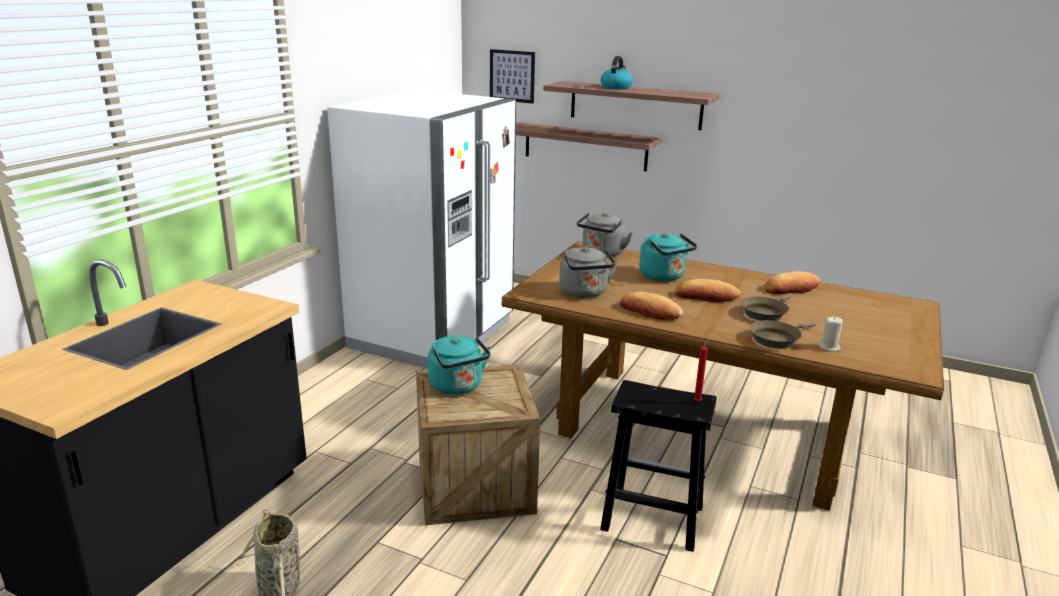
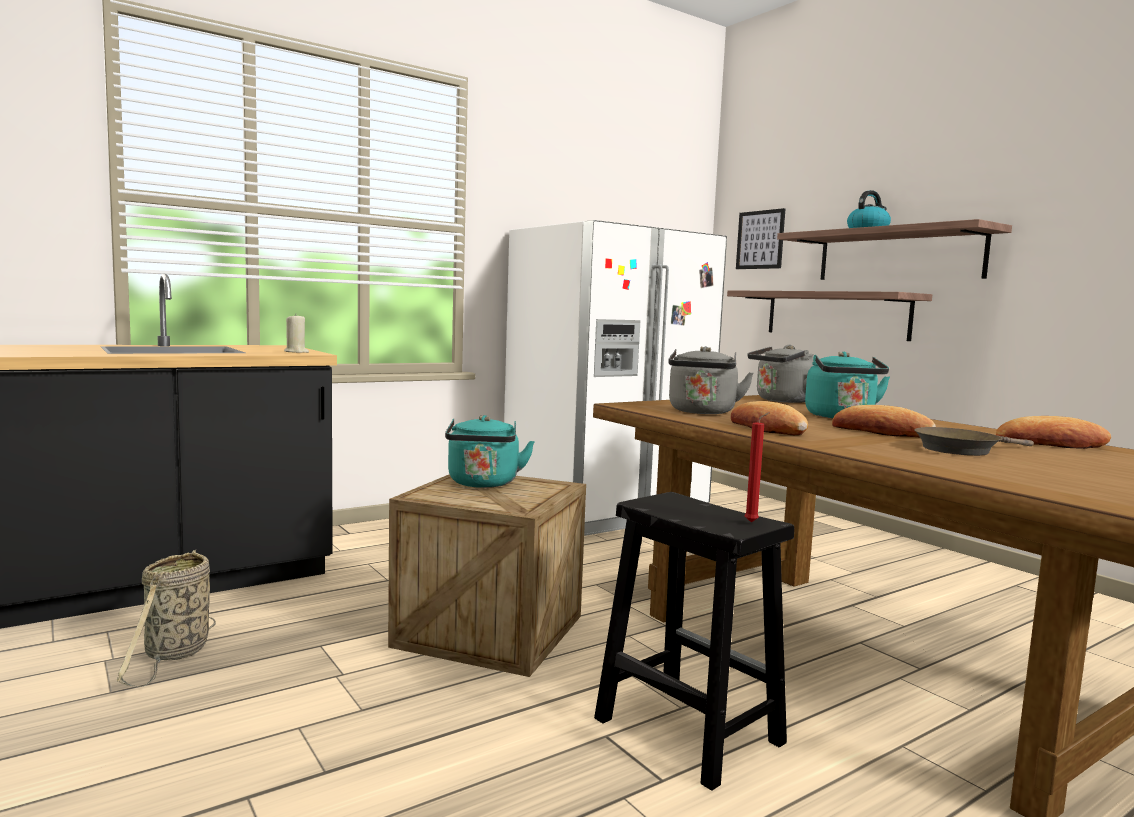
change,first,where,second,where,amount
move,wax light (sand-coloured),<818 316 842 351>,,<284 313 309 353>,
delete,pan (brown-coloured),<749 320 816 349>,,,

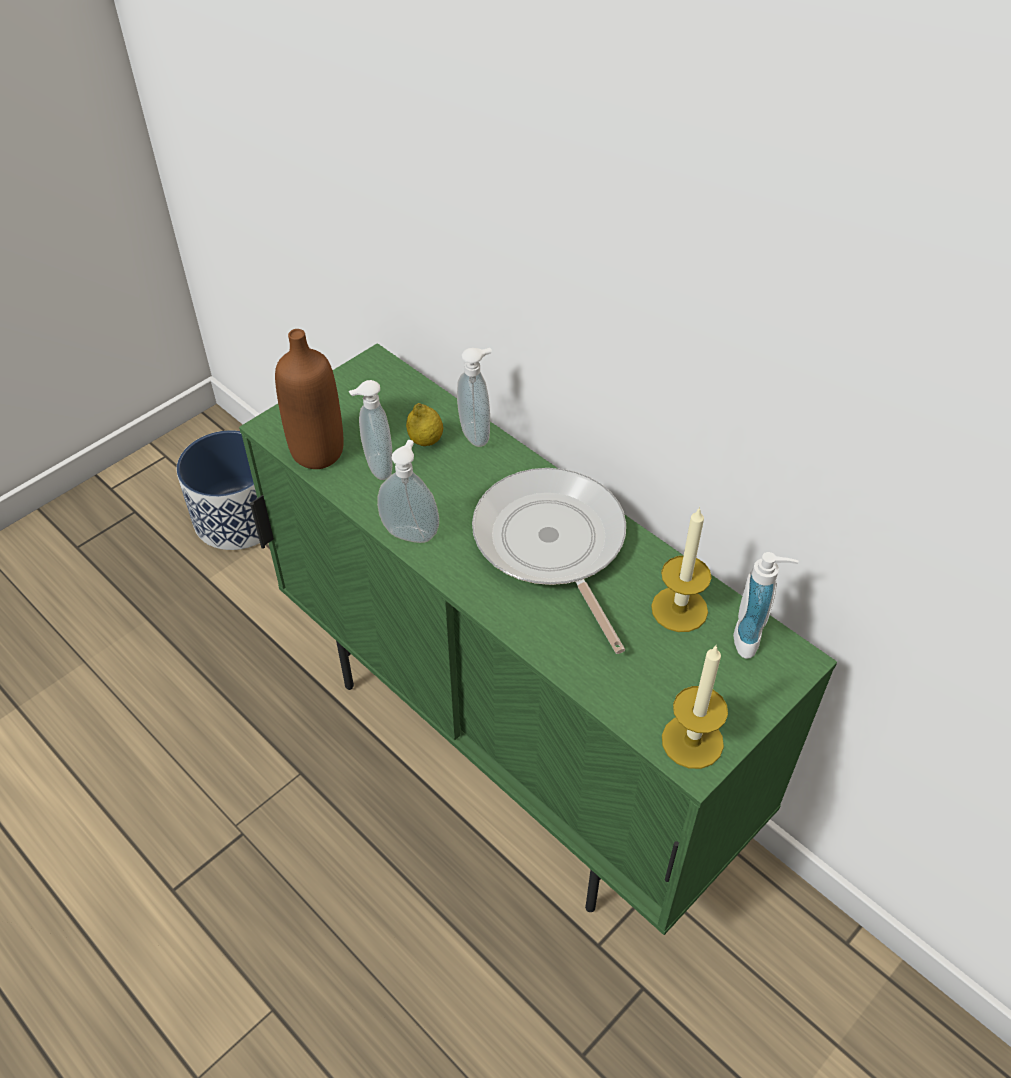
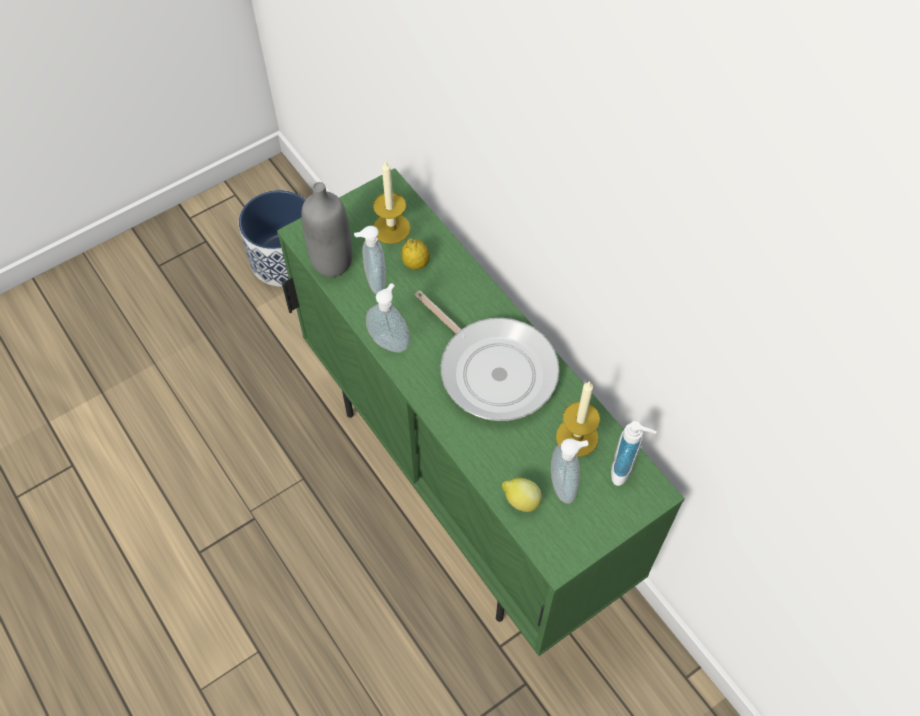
change,first,where,second,where,amount
recolor,bottle (brown-coloured),<275 329 344 469>,bottle (grey),<301 182 352 277>,
move,soap dispenser,<457 348 492 447>,,<551 438 589 504>,
rotate,pan,<472 468 626 654>,,<415 291 559 421>,150 degrees clockwise
move,wax light,<662 644 728 769>,,<373 160 411 244>,
insert,,,whole lemon,<502 478 542 512>,

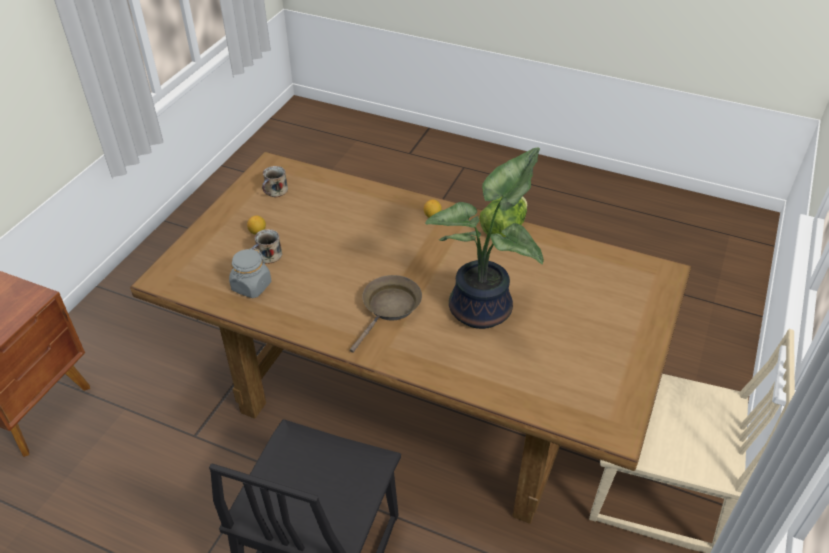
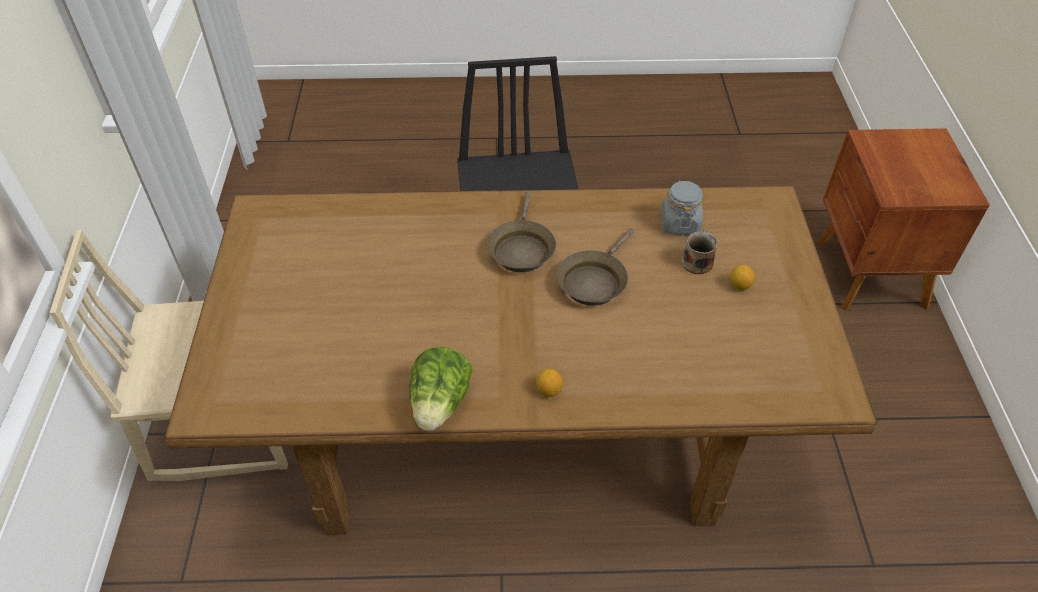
change,first,where,second,where,amount
delete,plant in a pot,<425 147 544 329>,,,
delete,coffee mug,<262 166 288 197>,,,
insert,,,pan (brown-coloured),<557 228 634 306>,

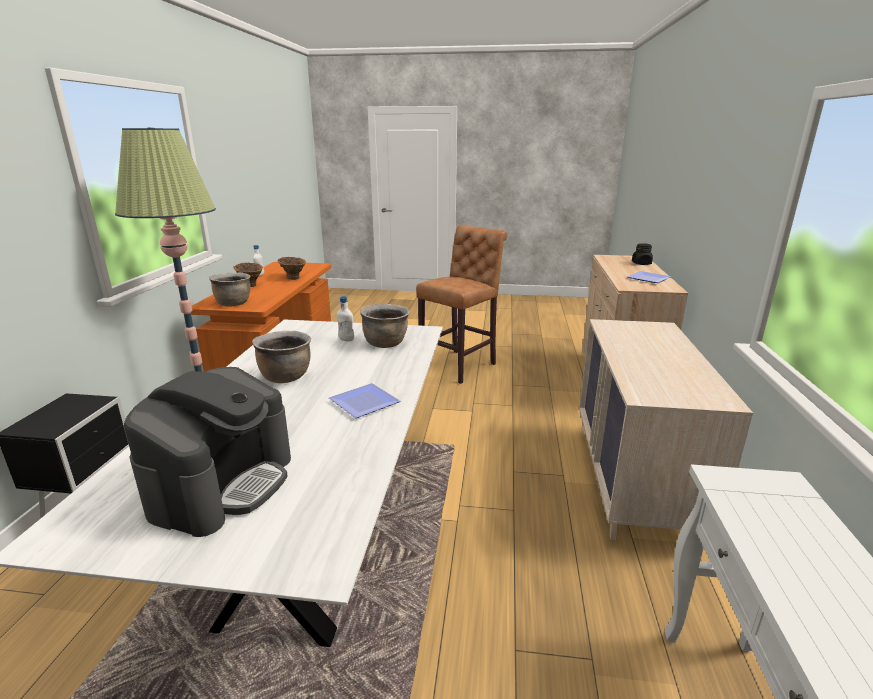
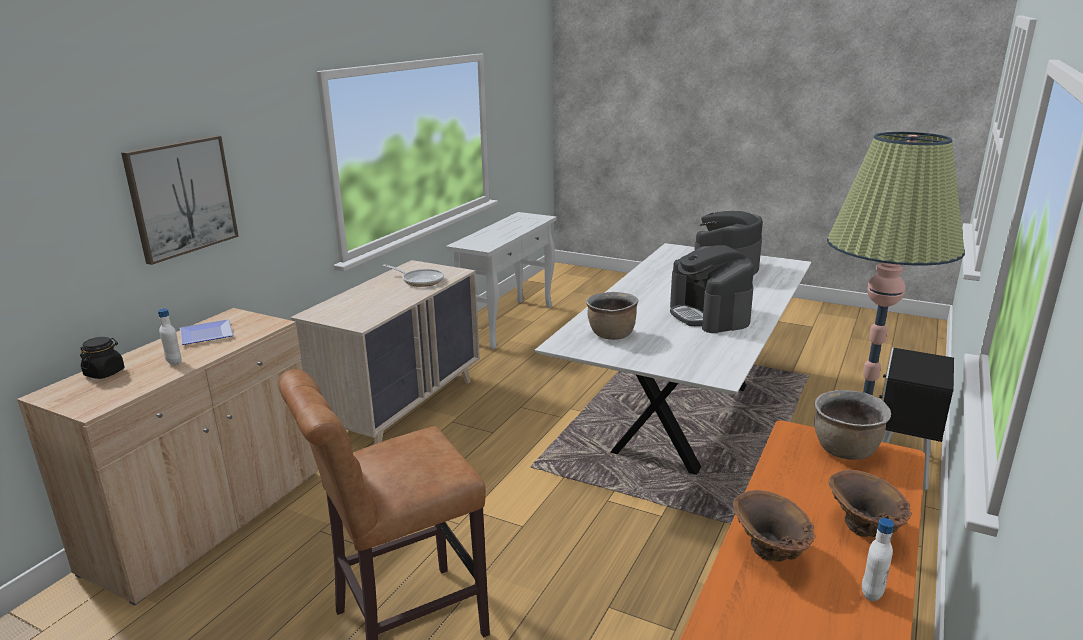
change,first,where,second,where,amount
move,bottle (whitish),<337 296 355 342>,,<158 308 181 365>,
replace,cooking pot (brown-coloured),<252 331 311 383>,coffee brewer,<670 245 754 333>,
delete,flat dish,<329 383 400 418>,,,
insert,,,wall art,<121 136 239 265>,
insert,,,pan,<383 264 444 287>,

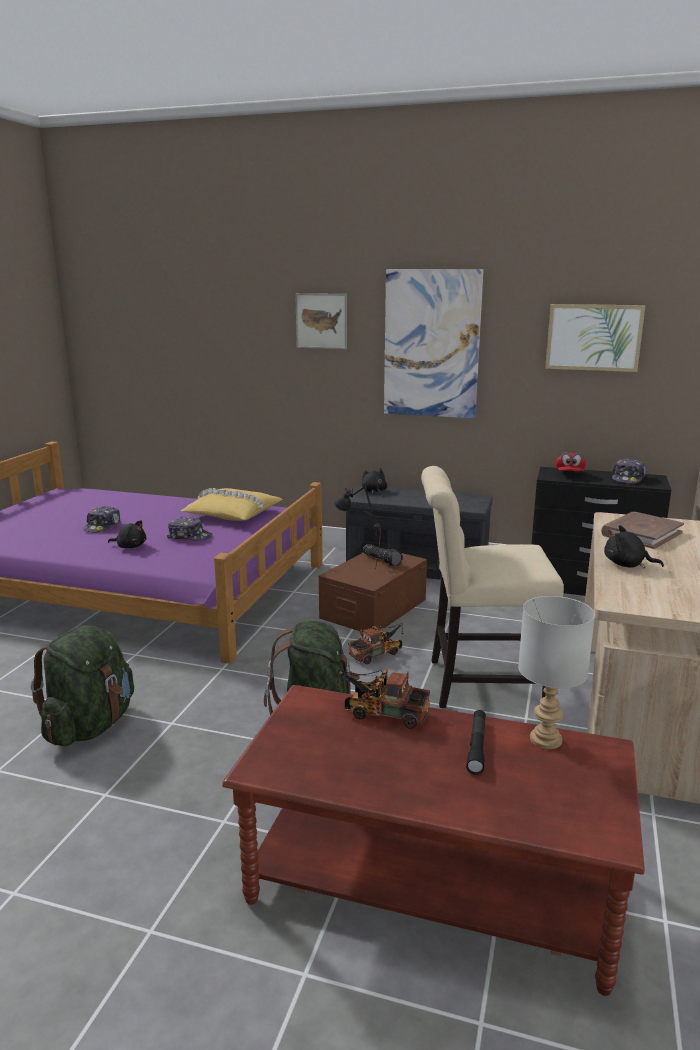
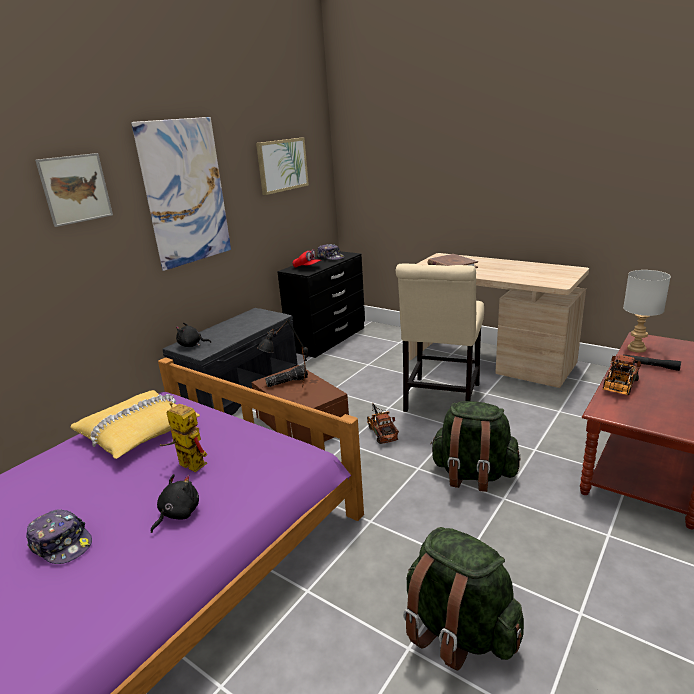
change,first,where,second,where,amount
replace,baseball cap,<167 517 212 541>,toy robot,<160 402 207 472>,
delete,plush toy (blackish),<604 525 664 568>,,,

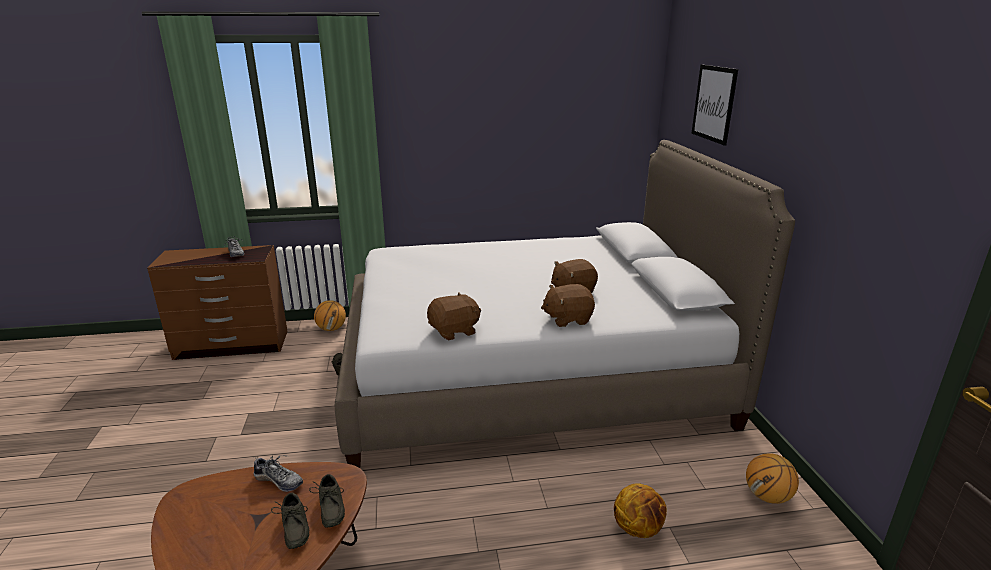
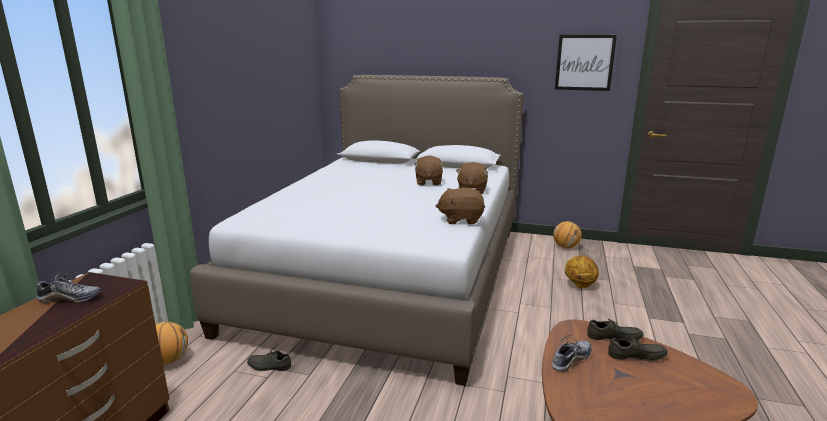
change,first,where,second,where,amount
move,wall art,<691 65 738 146>,,<555 35 617 91>,
rotate,plush toy (brown-coloured),<427 292 481 340>,,<436 188 485 224>,90 degrees counterclockwise

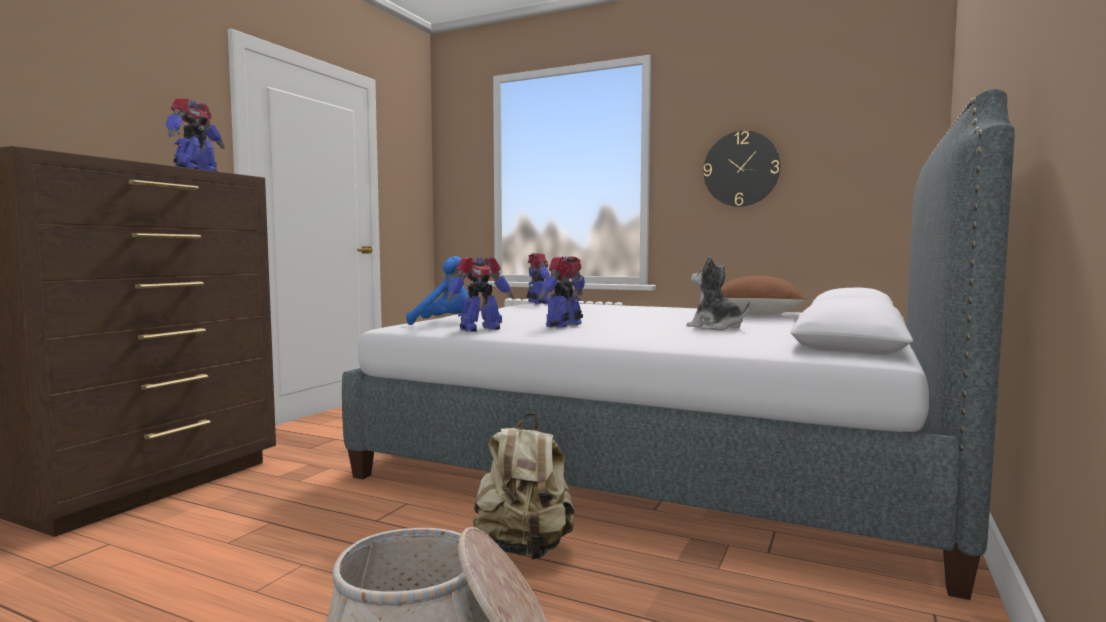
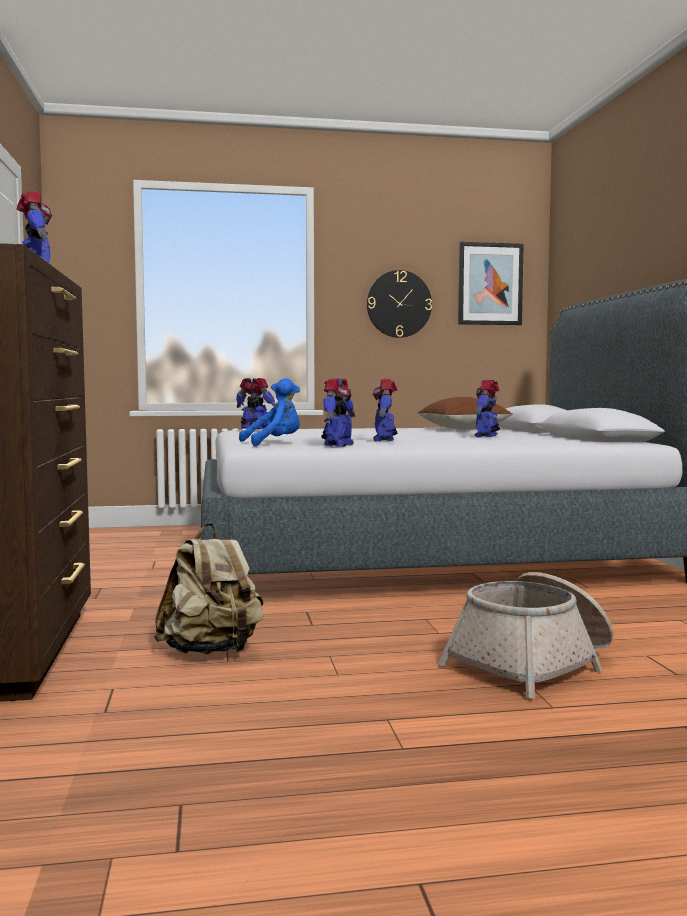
change,first,where,second,where,amount
replace,plush toy,<686 256 750 330>,toy robot,<474 379 500 438>,
move,knapsack (sand-coloured),<473 413 575 559>,,<154 523 264 654>,
insert,,,wall art,<458 242 524 325>,

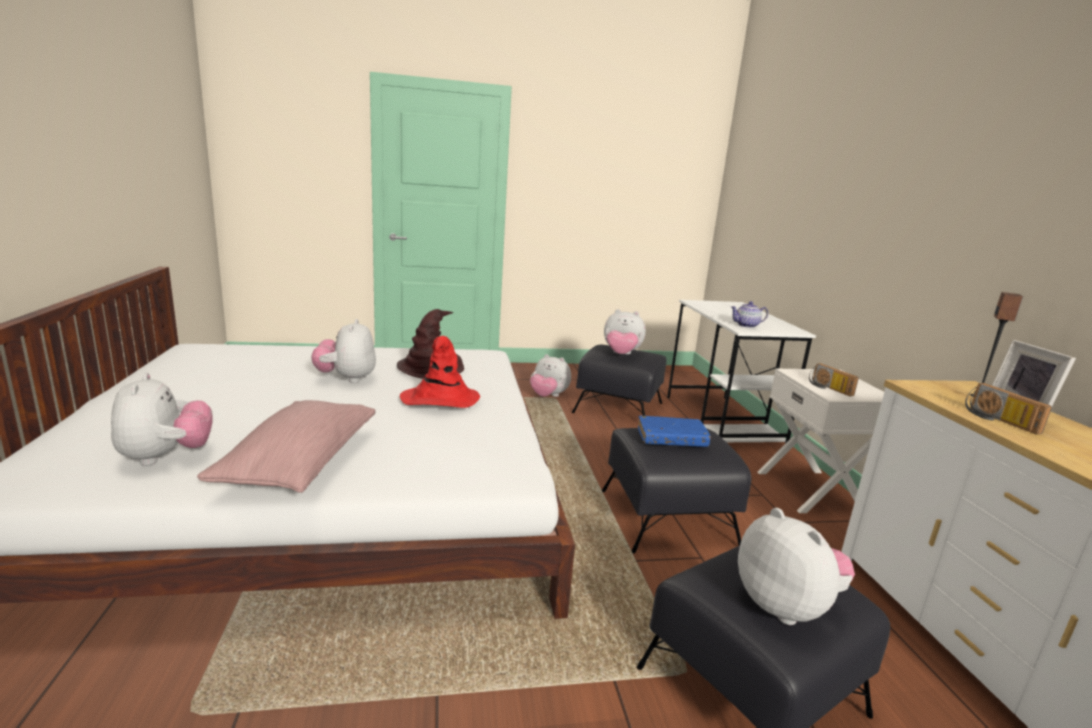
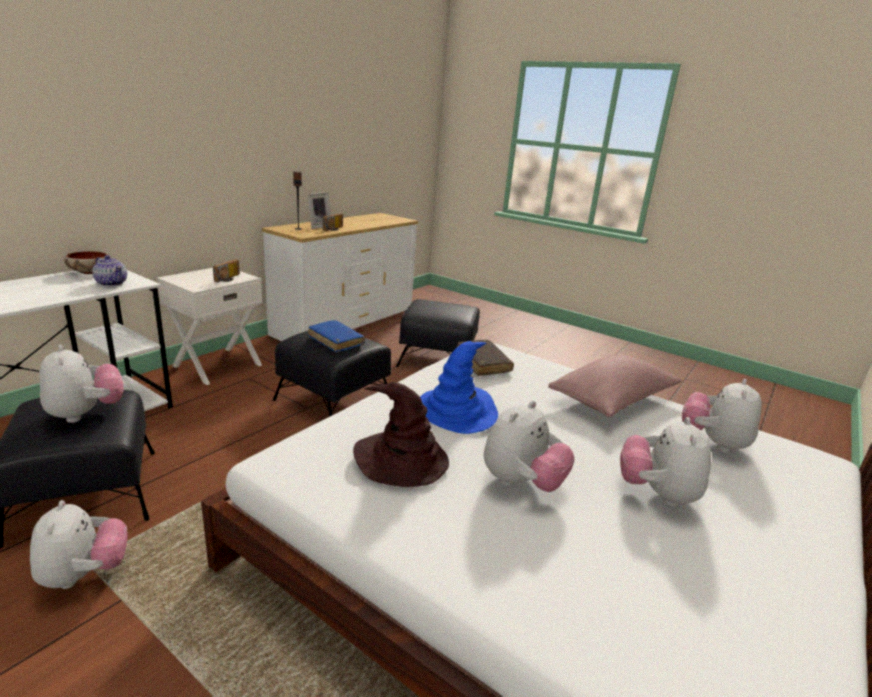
change,first,where,second,where,amount
recolor,clothing hat (red-coloured),<400 336 480 408>,clothing hat (blue),<420 341 498 434>,
move,plush toy,<738 508 855 625>,,<620 417 711 507>,
insert,,,serving bowl,<64 251 107 274>,
insert,,,bound book (brown-coloured),<457 340 514 376>,

